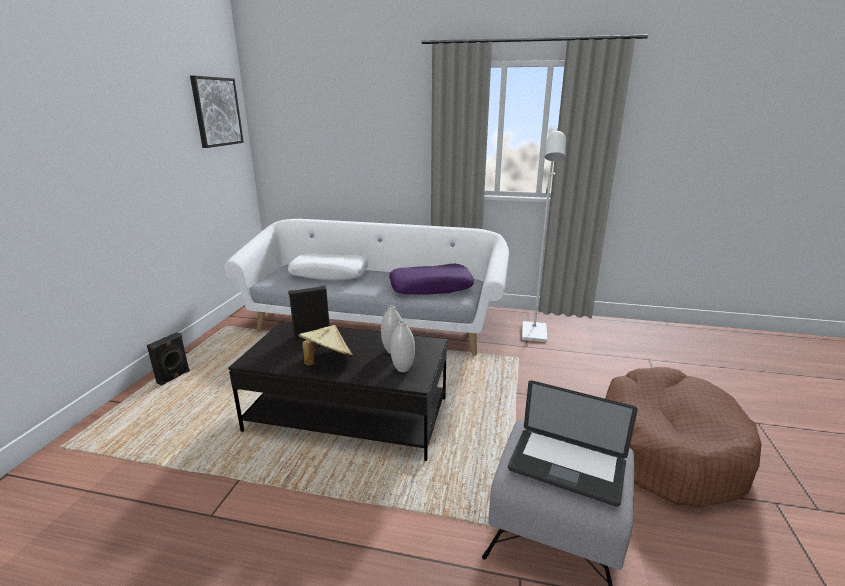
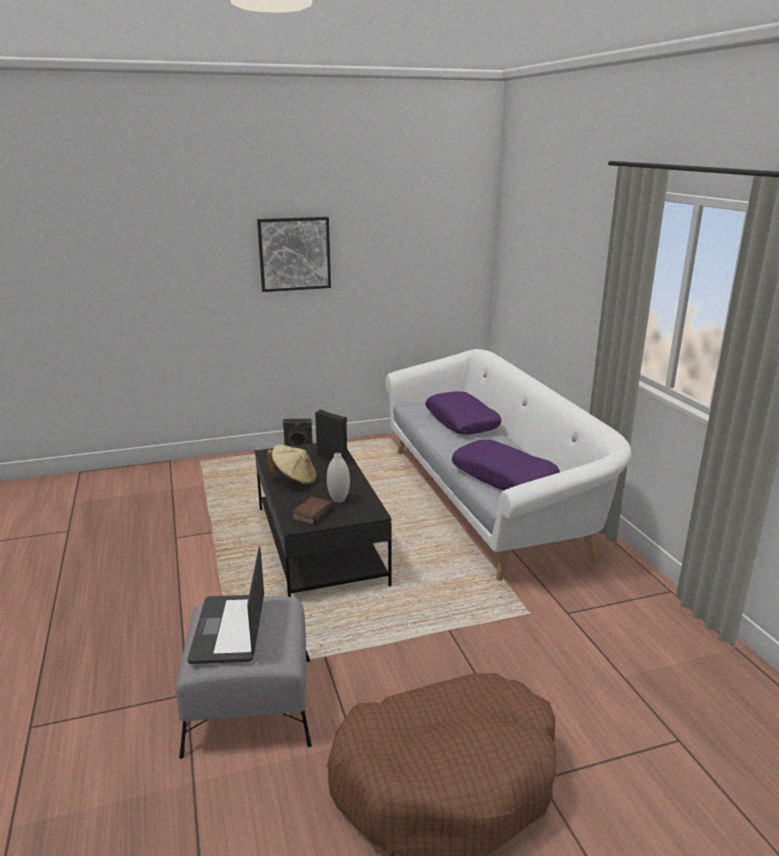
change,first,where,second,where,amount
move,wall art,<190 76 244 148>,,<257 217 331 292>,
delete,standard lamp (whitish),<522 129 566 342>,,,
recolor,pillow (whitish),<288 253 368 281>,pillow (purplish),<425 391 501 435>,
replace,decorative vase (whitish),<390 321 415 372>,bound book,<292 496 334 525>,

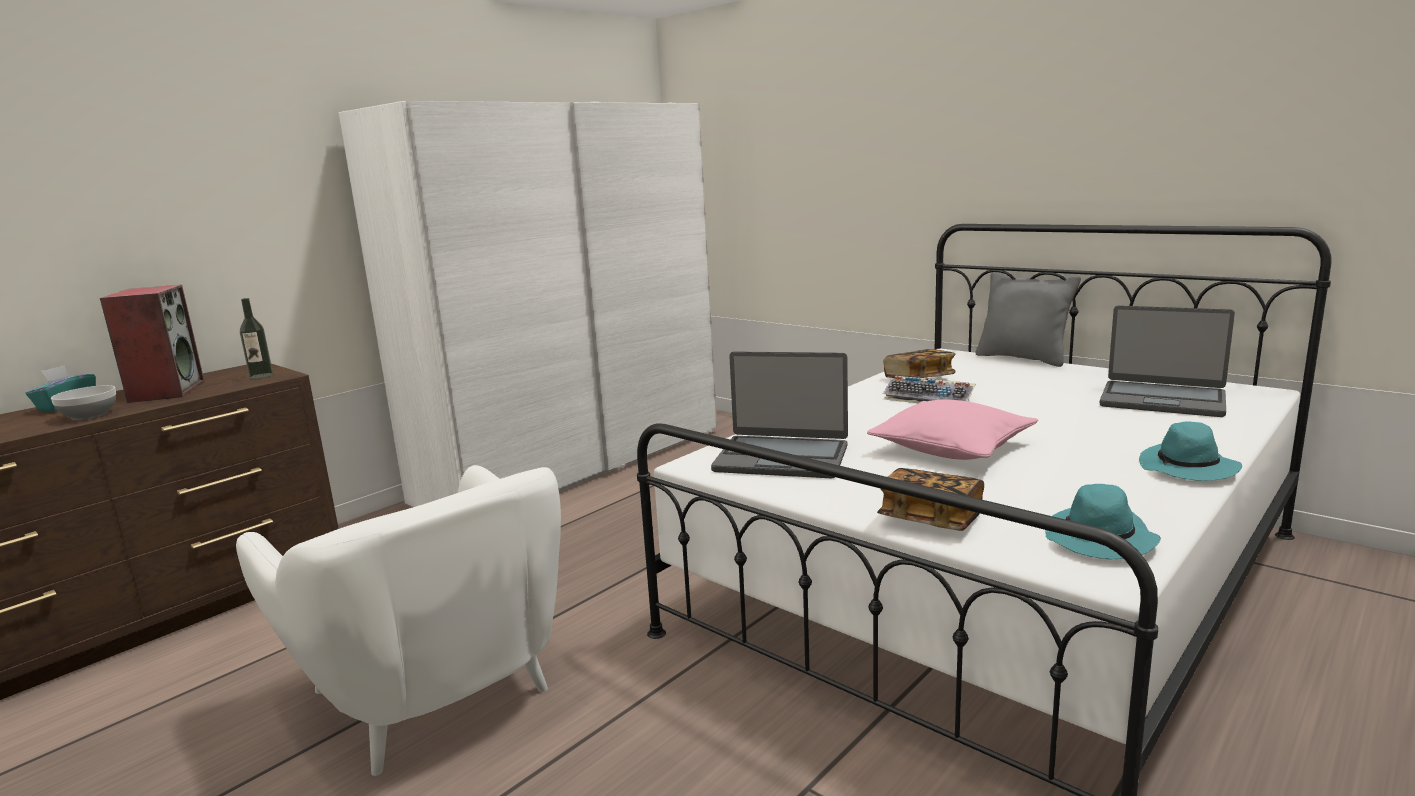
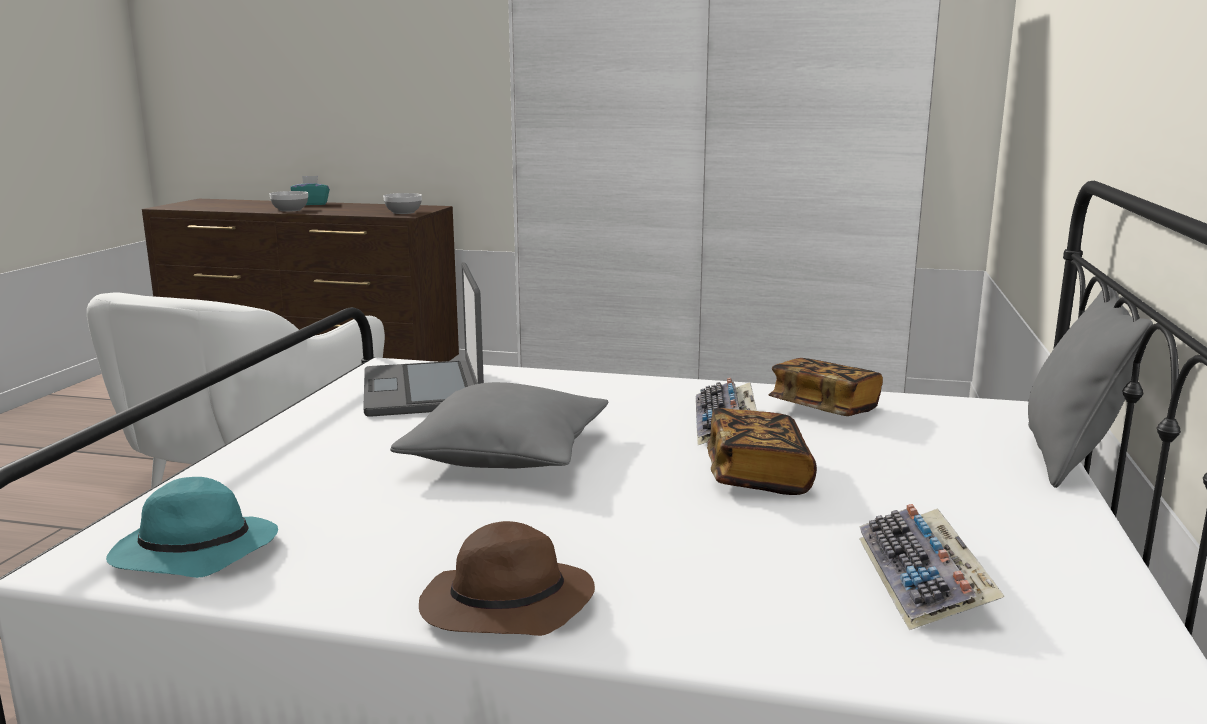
change,first,where,second,where,amount
delete,loudspeaker,<100 285 205 403>,,,
replace,bottle,<240 298 273 379>,serving bowl,<383 193 422 214>,
replace,notebook computer,<1100 305 1235 417>,computer keyboard,<859 504 1005 630>,
recolor,pillow (pinkish),<867 400 1038 460>,pillow (grey),<390 382 609 469>,
recolor,clothing hat (turquoise),<1139 422 1242 481>,clothing hat (brown-coloured),<419 521 595 636>,
move,bound book,<877 468 984 531>,,<707 408 817 495>,

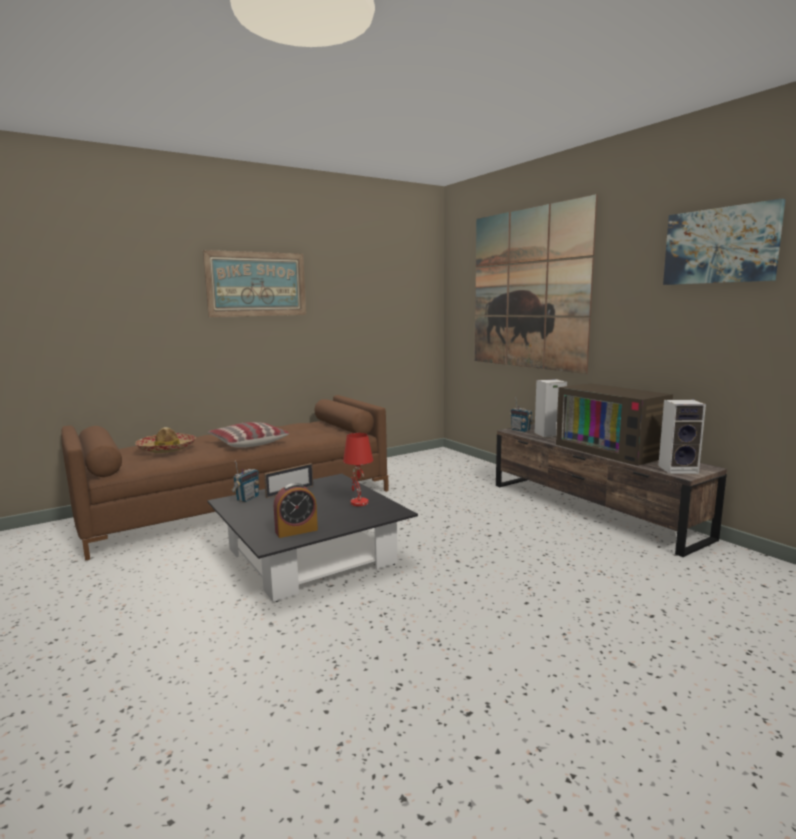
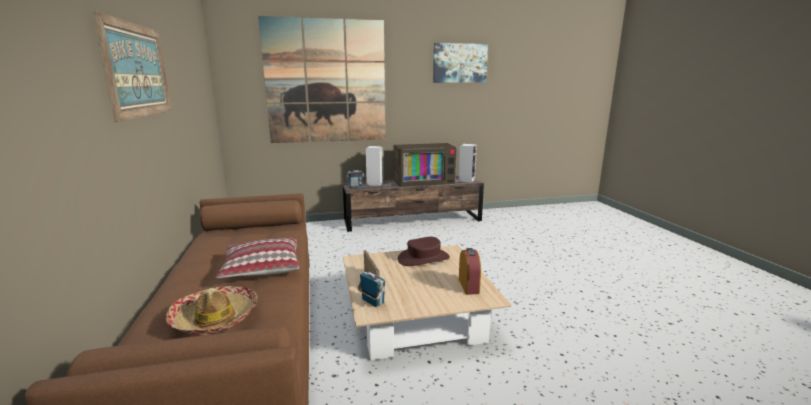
change,first,where,second,where,amount
replace,table lamp (red-coloured),<343 433 373 506>,clothing hat (brown-coloured),<398 237 450 266>,
recolor,coffee table (blackish),<207 474 418 602>,coffee table (sand-coloured),<343 245 512 360>,

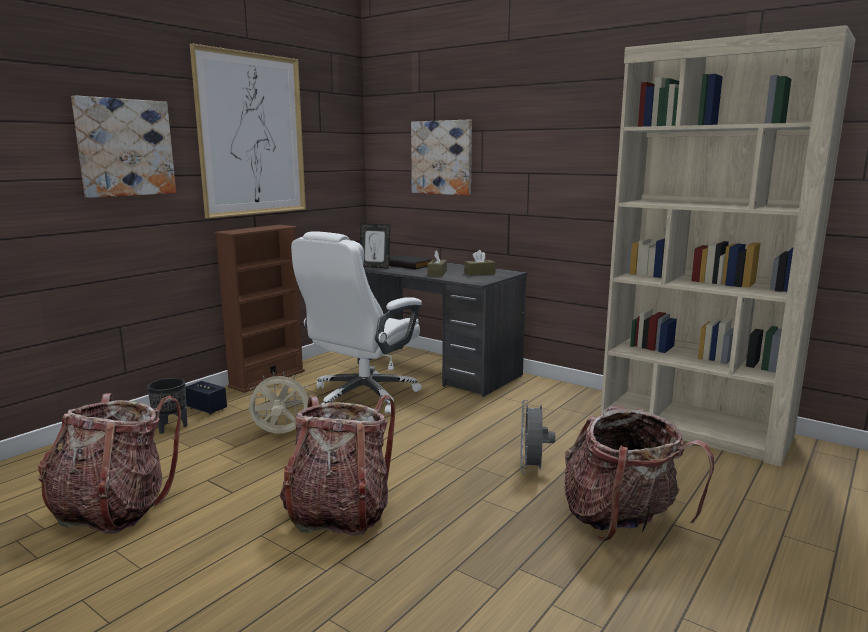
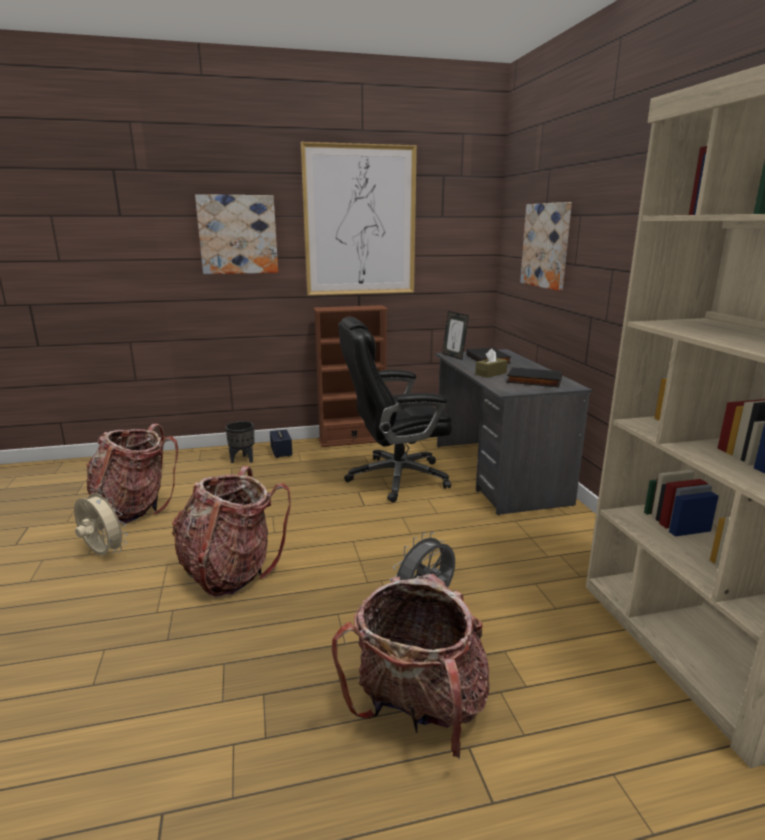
change,first,where,second,where,amount
recolor,office chair (whitish),<291 231 422 414>,office chair (blackish),<338 316 453 502>,
replace,tissue box (brown-coloured),<464 250 496 276>,bound book (blackish),<506 367 562 387>,
move,electric fan (sand-coloured),<247 372 312 434>,,<74 488 128 555>,

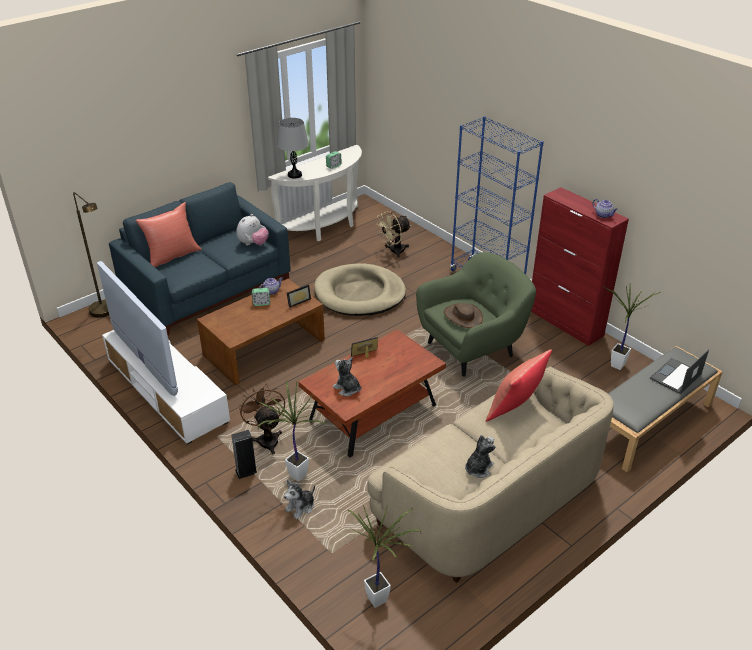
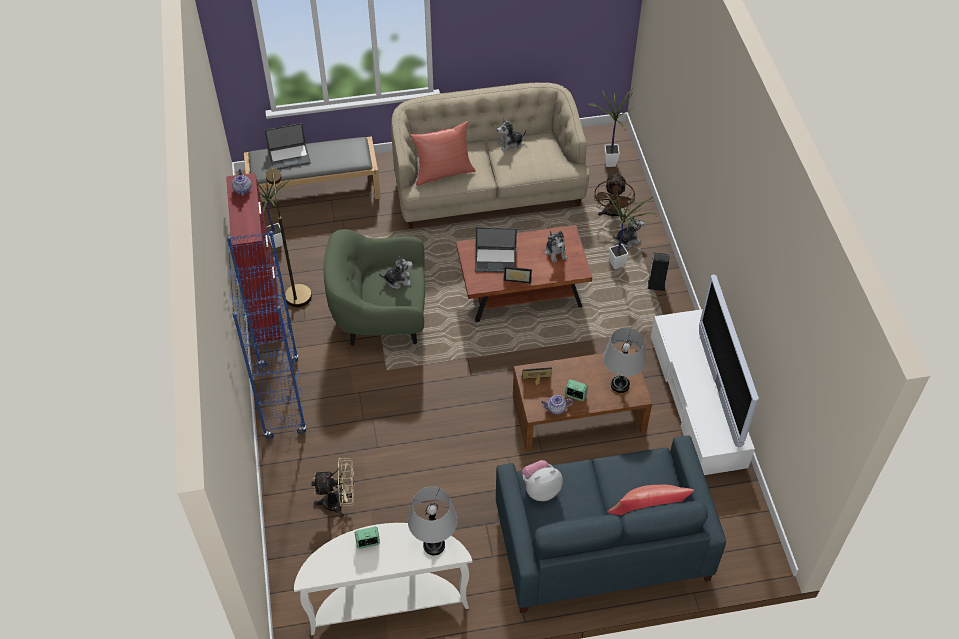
change,first,where,second,where,amount
move,standard lamp (brown-coloured),<73 192 109 317>,,<266 168 312 307>,
delete,pet bed (sand-coloured),<314 263 406 316>,,,
replace,clothing hat (brown-coloured),<444 303 483 328>,plush toy,<379 256 413 289>,
move,electric fan (brown-coloured),<238 385 285 455>,,<594 173 635 218>,
insert,,,notebook computer,<475 227 517 272>,
insert,,,table lamp (grey),<603 327 646 393>,

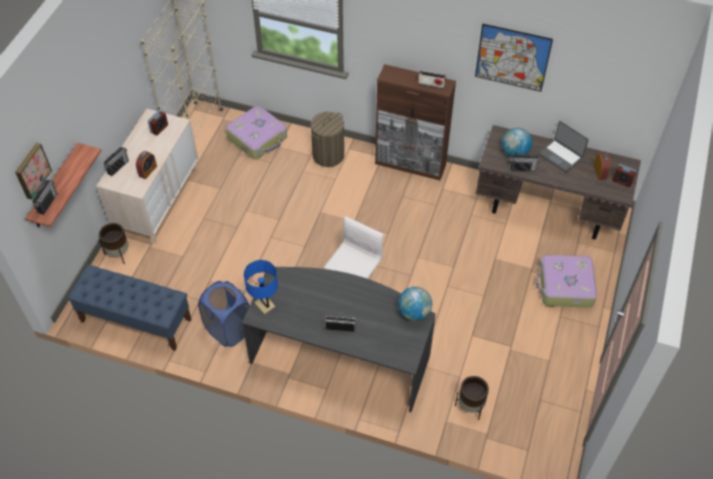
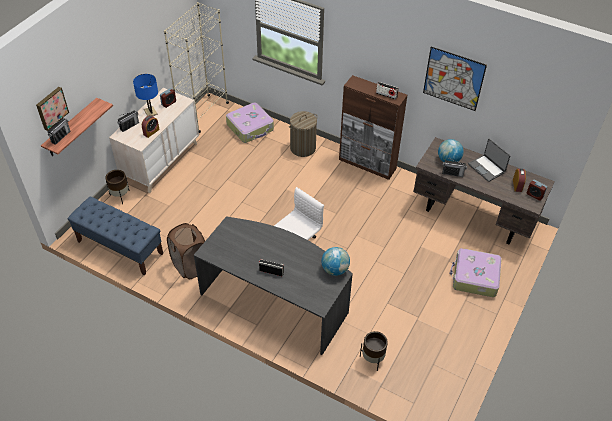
change,first,where,second,where,amount
move,table lamp (blue),<244 260 278 315>,,<133 74 158 116>,
recolor,washing basket (blue),<198 281 250 347>,washing basket (brown-coloured),<167 223 205 279>,

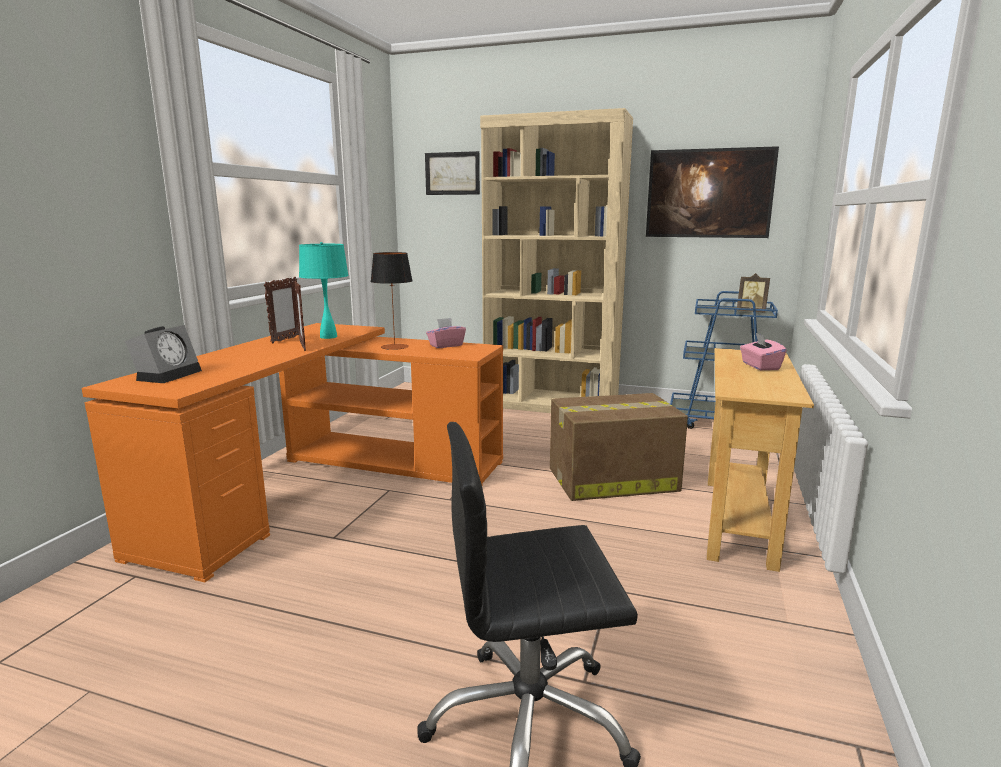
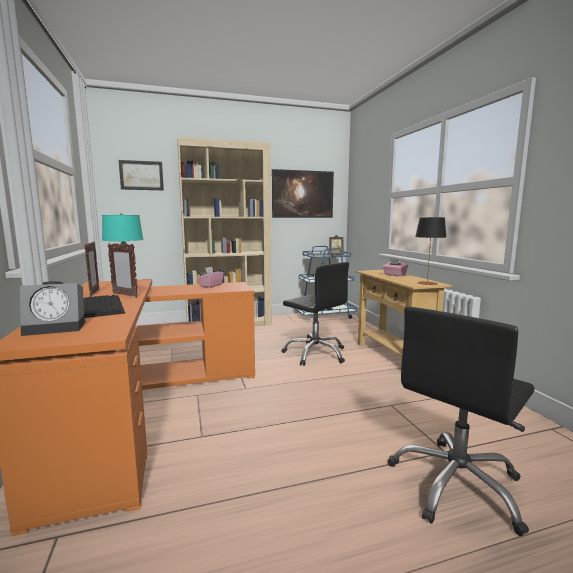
change,first,where,second,where,amount
move,table lamp,<370 252 413 350>,,<415 217 446 285>,
rotate,table clock,<125 325 202 383>,,<20 281 86 336>,90 degrees clockwise
replace,packing box,<550 393 688 501>,office chair (blackish),<281 262 349 366>,
insert,,,computer keyboard,<83 295 125 318>,

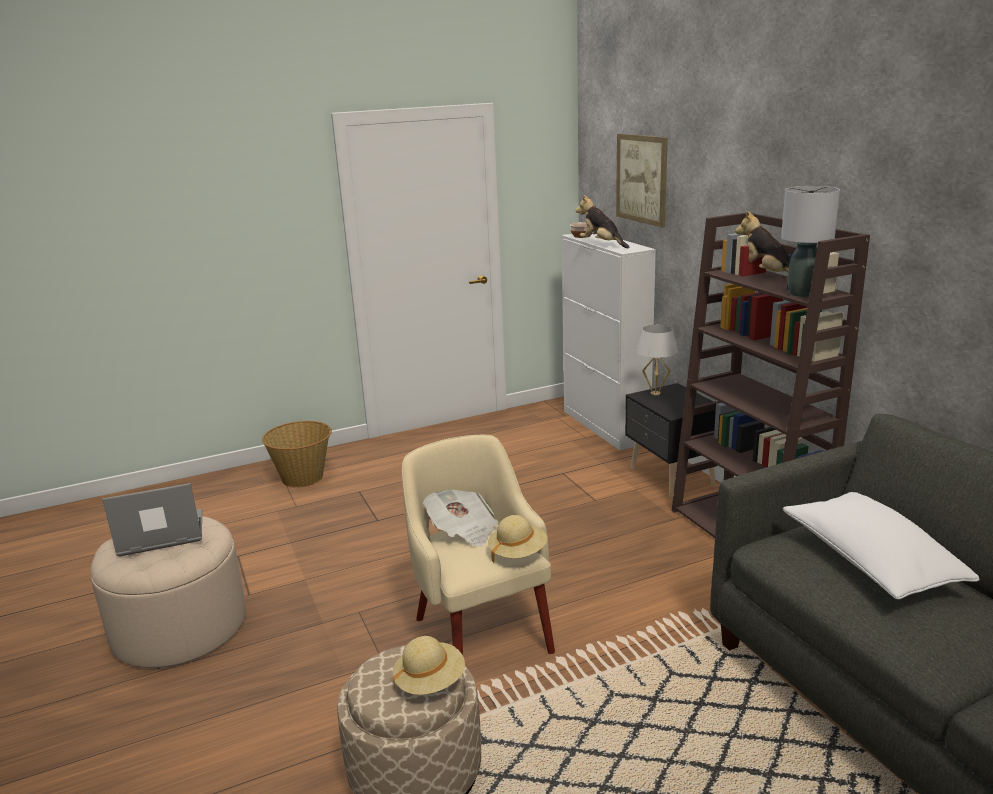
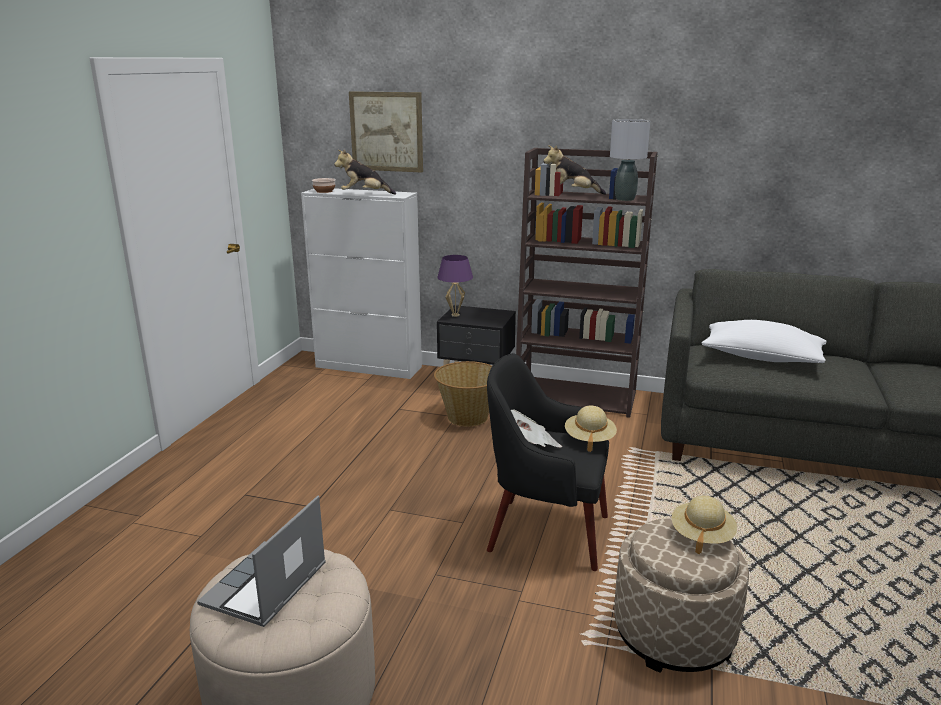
change,first,where,second,where,amount
recolor,table lamp (whitish),<636 325 678 395>,table lamp (purplish),<437 255 473 317>,
move,household basket,<262 421 332 488>,,<434 361 492 427>,
recolor,armchair (sand-coloured),<401 435 555 655>,armchair (blackish),<487 353 609 571>,

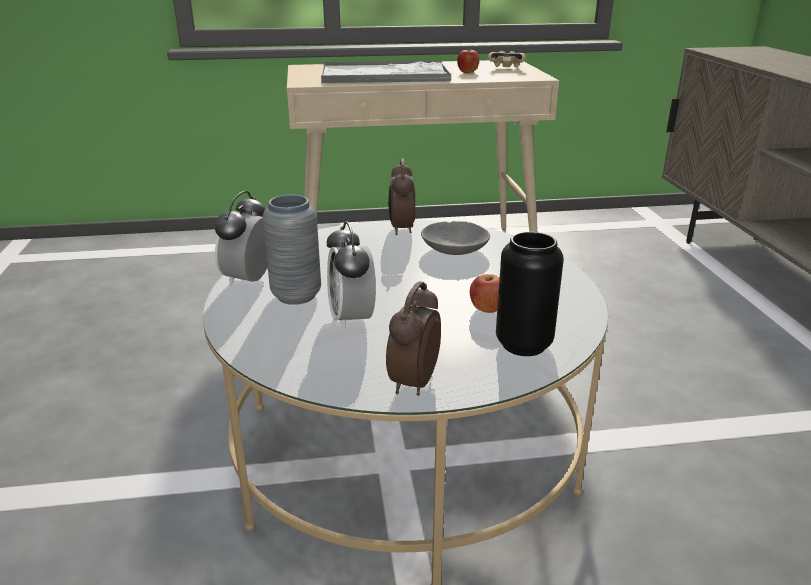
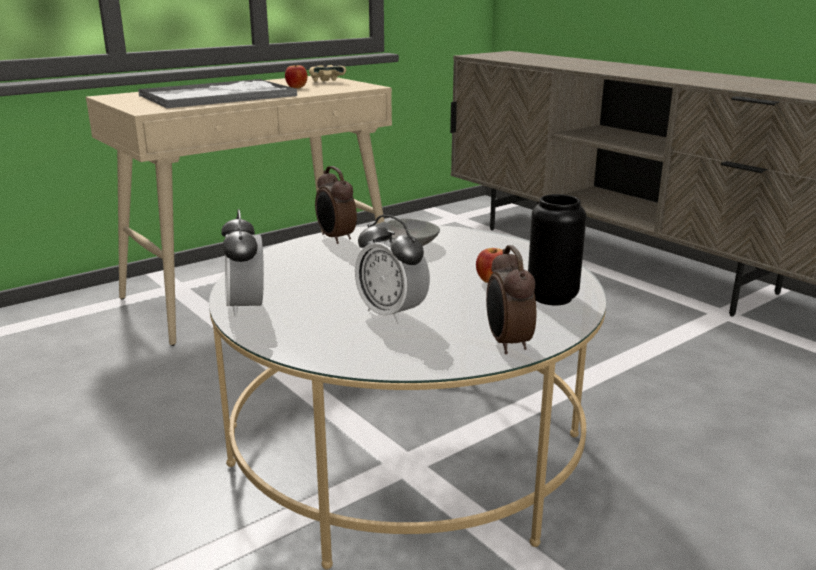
change,first,where,second,where,amount
delete,decorative vase (grey),<263 195 321 305>,,,

